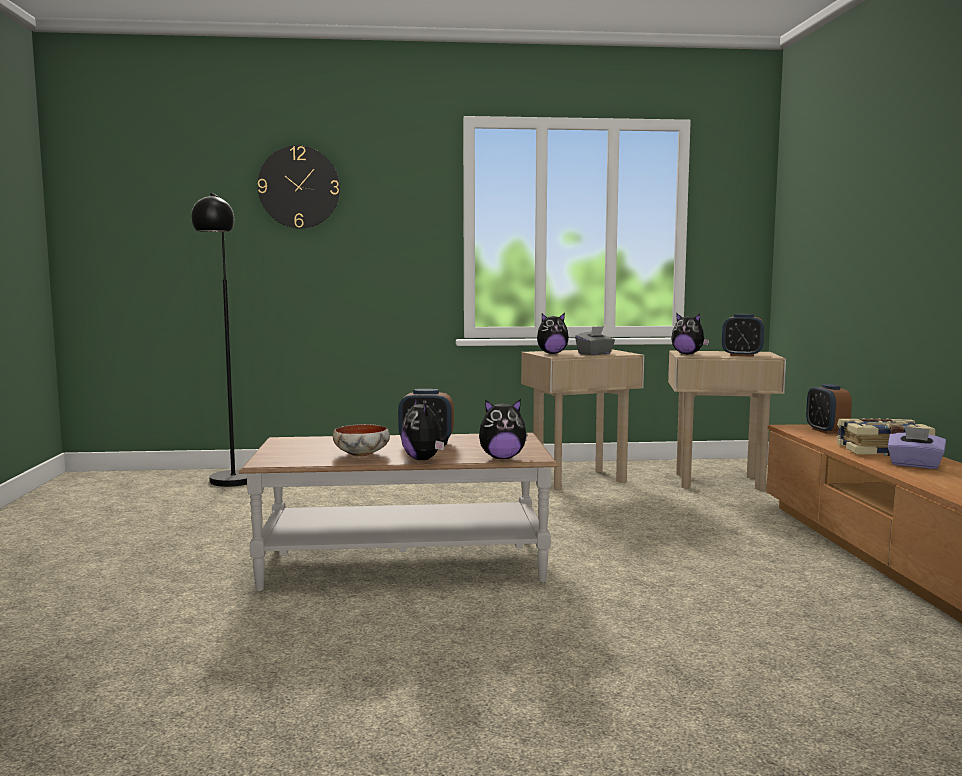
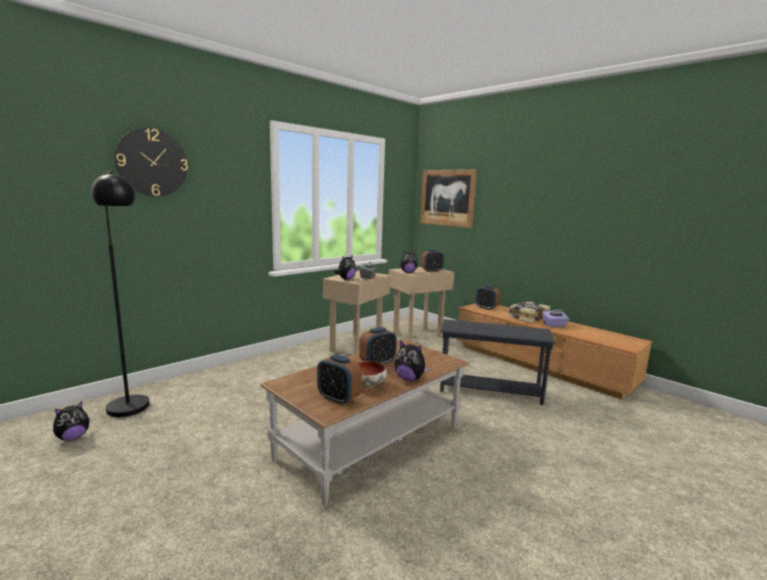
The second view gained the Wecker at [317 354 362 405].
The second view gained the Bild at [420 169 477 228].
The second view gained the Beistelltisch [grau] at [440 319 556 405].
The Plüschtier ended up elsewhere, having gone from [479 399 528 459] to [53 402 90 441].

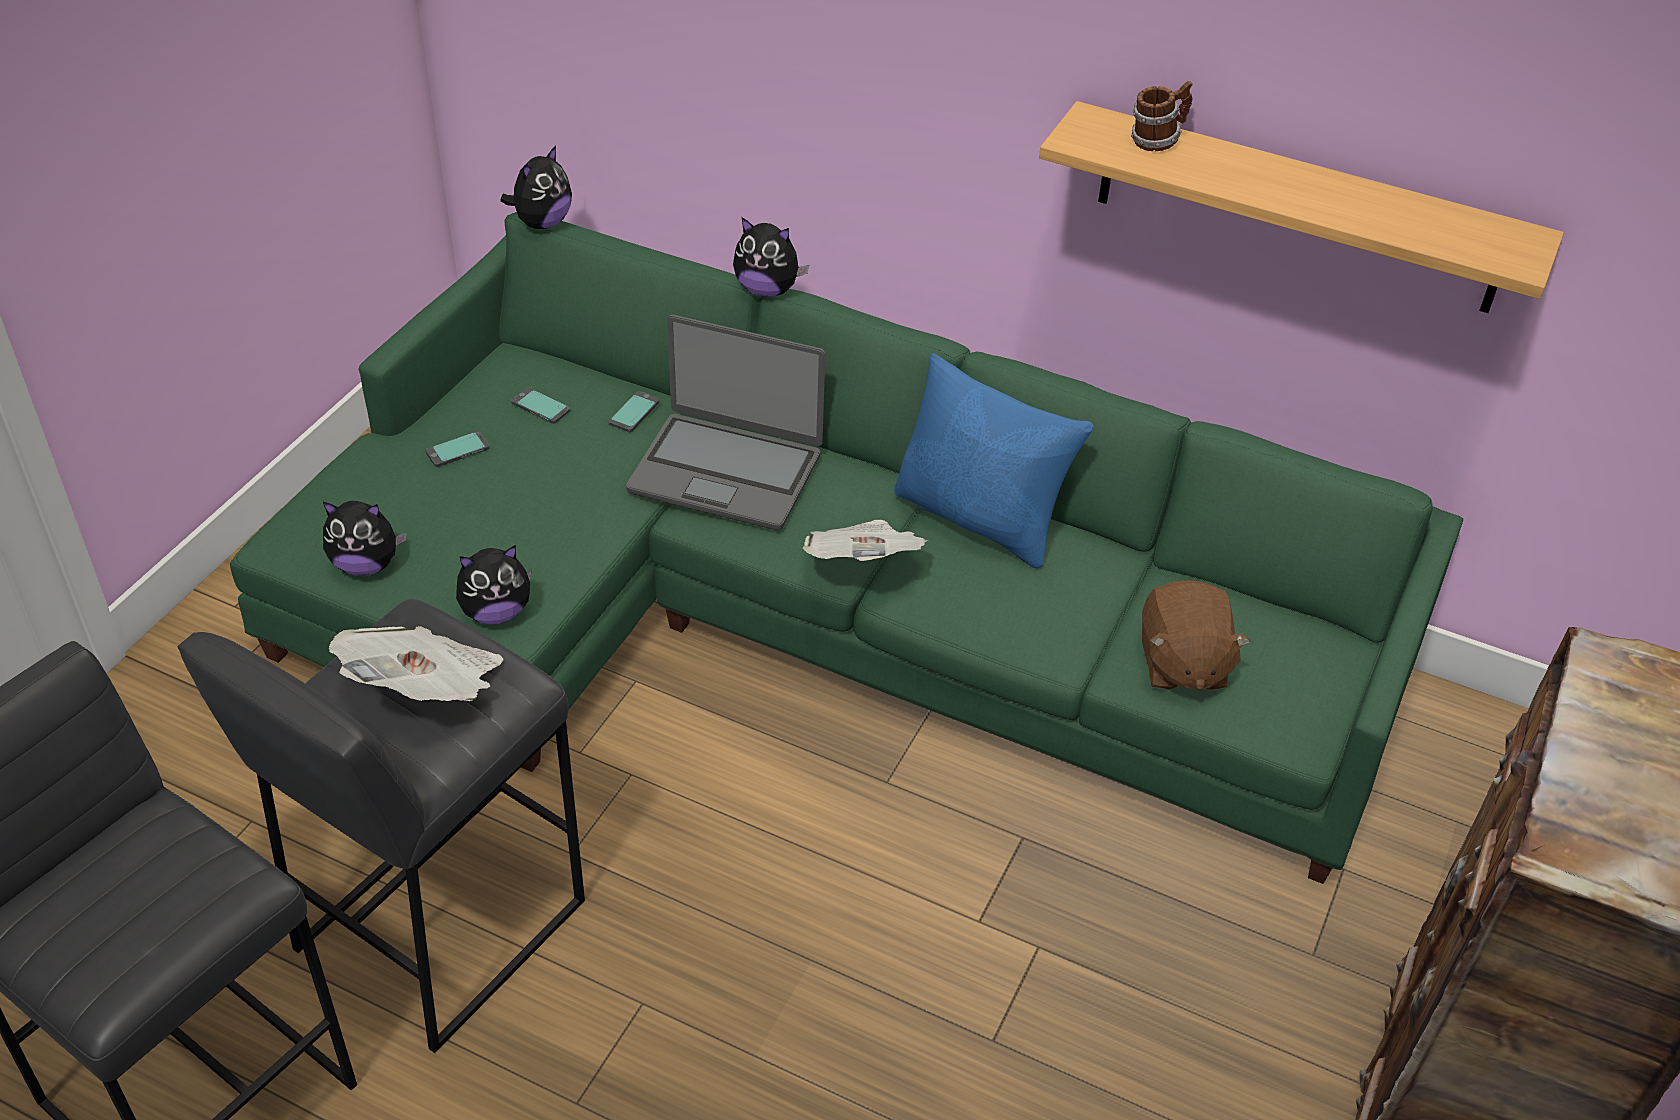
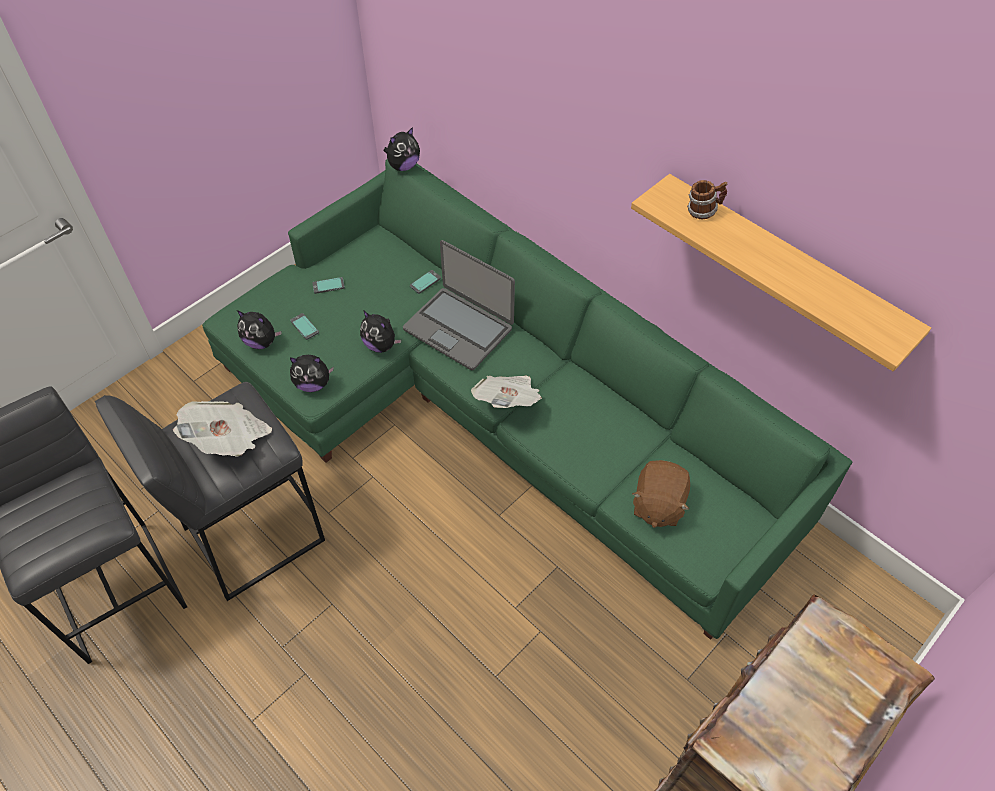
The second view lost the Kissen [blau] at [894 353 1094 568].
The Handy ended up elsewhere, having gone from [511 387 571 424] to [290 313 319 340].
The Plüschtier ended up elsewhere, having gone from [733 217 809 297] to [360 310 401 353].

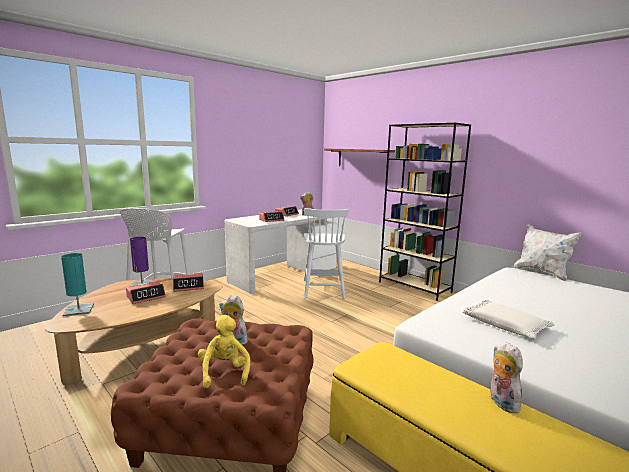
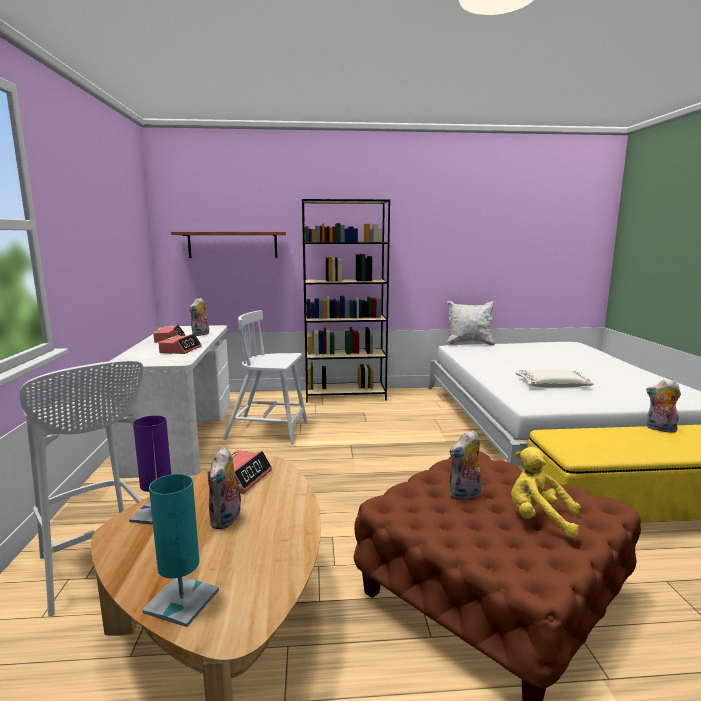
Where the Wecker stood at [126 281 166 304], the Plüschtier came to stand at [208 447 243 529].
The Stuhl [weiß] at [304 208 348 299] ended up facing another way, 150 degrees clockwise from before.

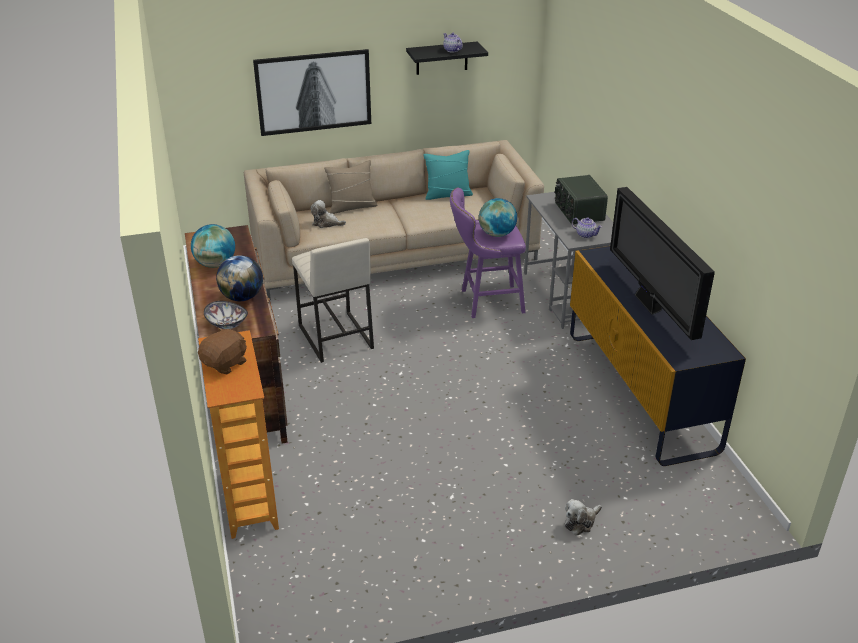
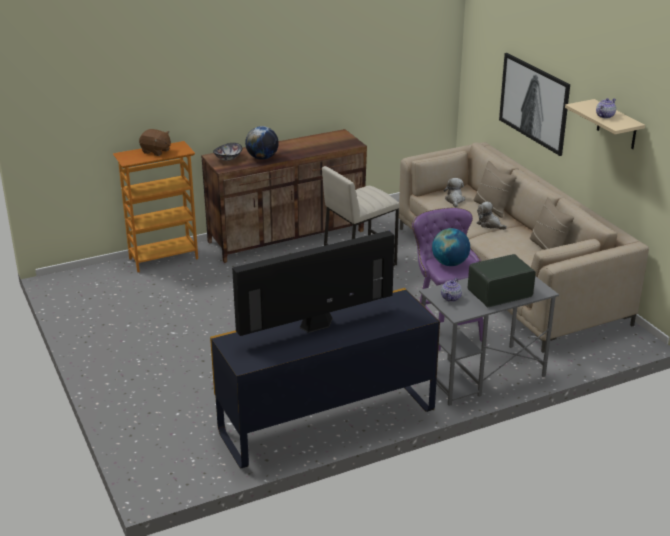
The second view lost the Globus at [191 224 235 268].
The Plüschtier ended up elsewhere, having gone from [565 499 602 535] to [477 202 507 230].
What was the Wandregal [schwarz] at [406 42 488 75] turned into the Wandregal [beige] at [565 99 645 149].
What was the Kissen [türkis] at [423 150 473 200] turned into the Kissen [beige] at [530 198 574 250].

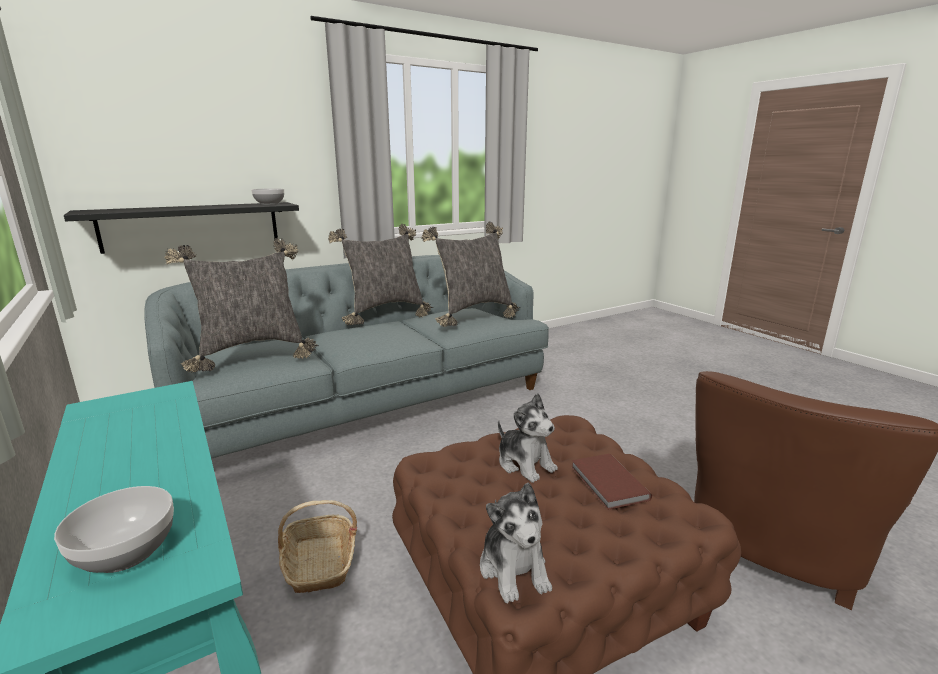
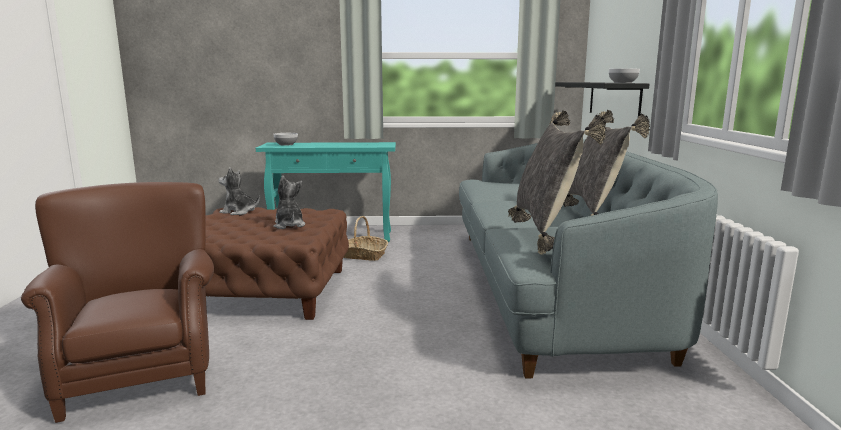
The second view lost the Kissen at [164 238 319 372].
The second view lost the Buch [braun] at [571 454 652 510].
The Plüschtier at [498 393 558 483] ended up facing another way, 75 degrees clockwise from before.

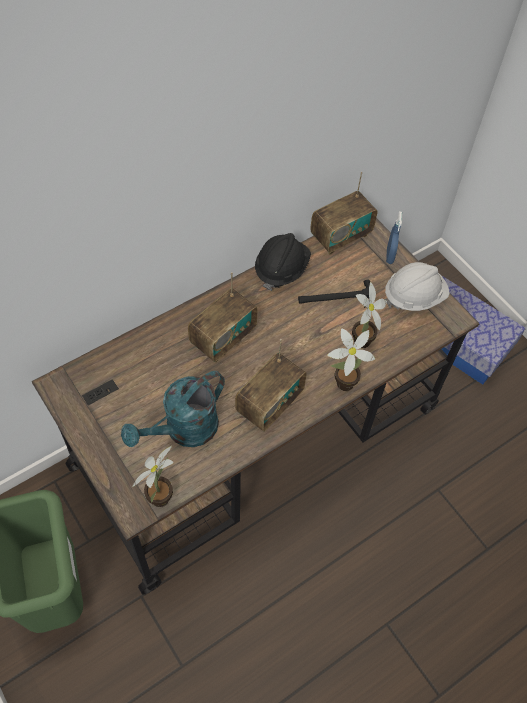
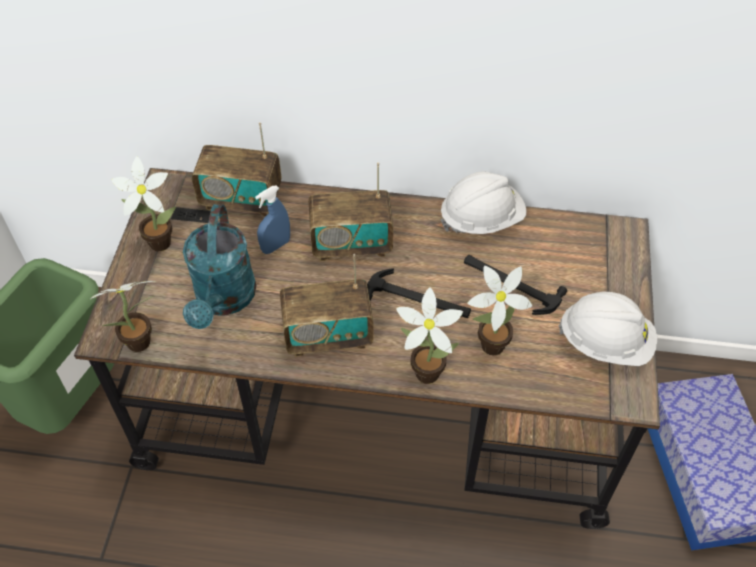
The second view gained the Topfpflanze at [112 156 176 251].
The second view gained the Hammer at [367 268 471 318].
The Radio ended up elsewhere, having gone from [310 172 377 255] to [192 122 281 217].
The Sprühflasche [blau] ended up elsewhere, having gone from [386 212 402 264] to [255 185 290 254].
What was the Schutzhelm [schwarz] at [255 233 311 291] turned into the Schutzhelm [weiß] at [440 171 526 234].
The Gießkanne [türkis] at [121 371 225 447] ended up facing another way, 90 degrees counterclockwise from before.

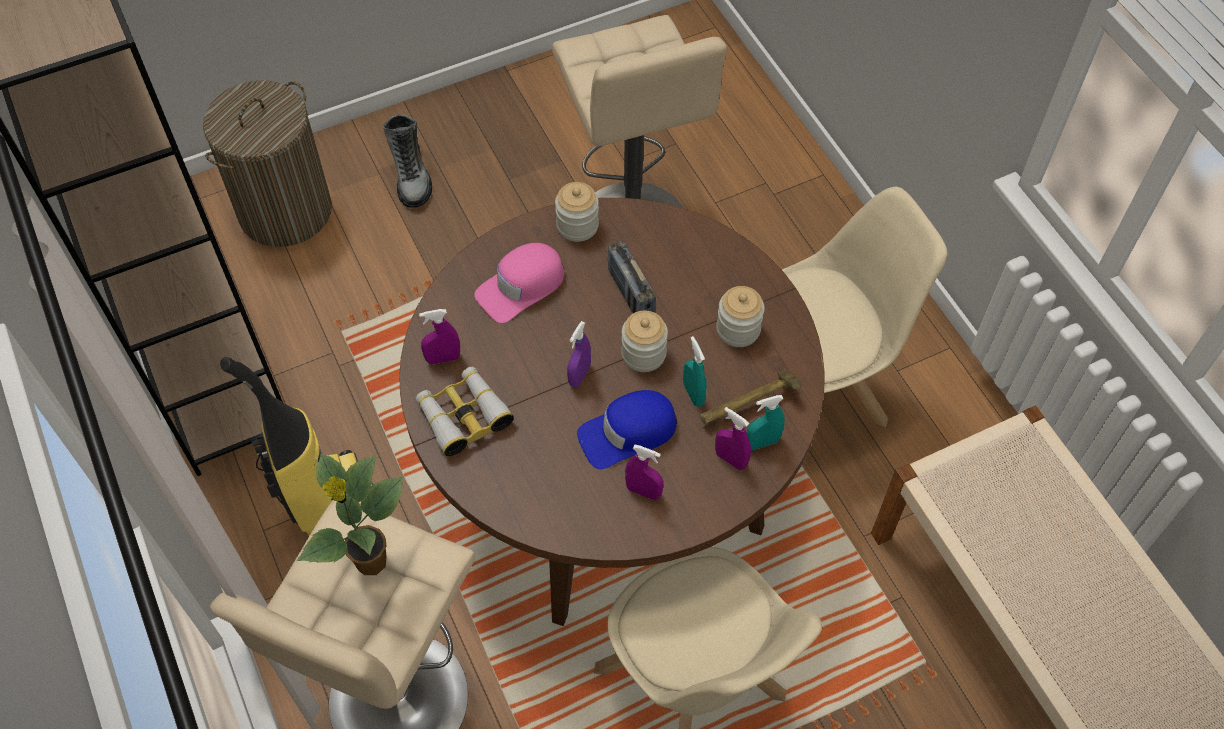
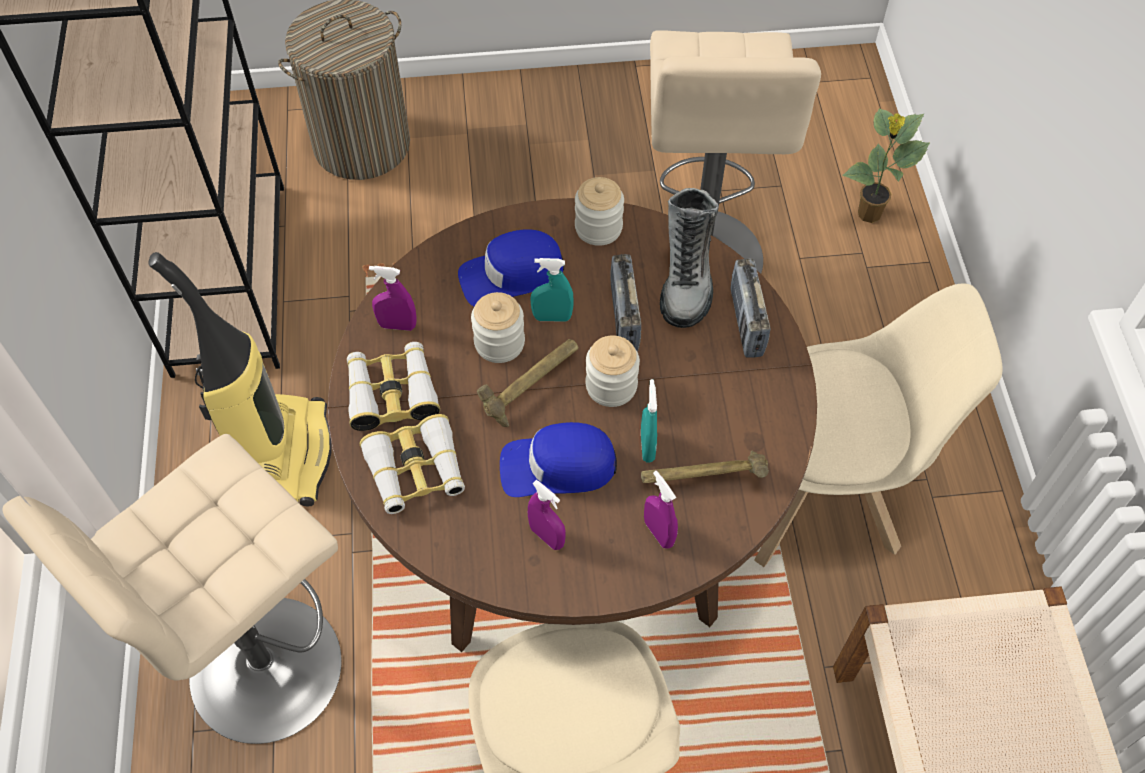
The second view gained the Fernglas at [360 414 465 514].
The second view gained the Radio at [731 258 770 358].
The Topfpflanze ended up elsewhere, having gone from [297 453 404 575] to [842 108 930 223].
The Stiefel ended up elsewhere, having gone from [383 114 432 208] to [660 188 719 328].
The Vorratsglas ended up elsewhere, having gone from [716 286 765 347] to [471 292 525 363].
The Sprühflasche [türkis] ended up elsewhere, having gone from [746 395 785 450] to [530 258 574 322].
Where the Sprühflasche [lila] stood at [567 321 591 388], the Hammer came to stand at [477 339 579 427].
What was the Kappe [rosa] at [474 243 564 323] turned into the Kappe [blau] at [458 229 564 307].

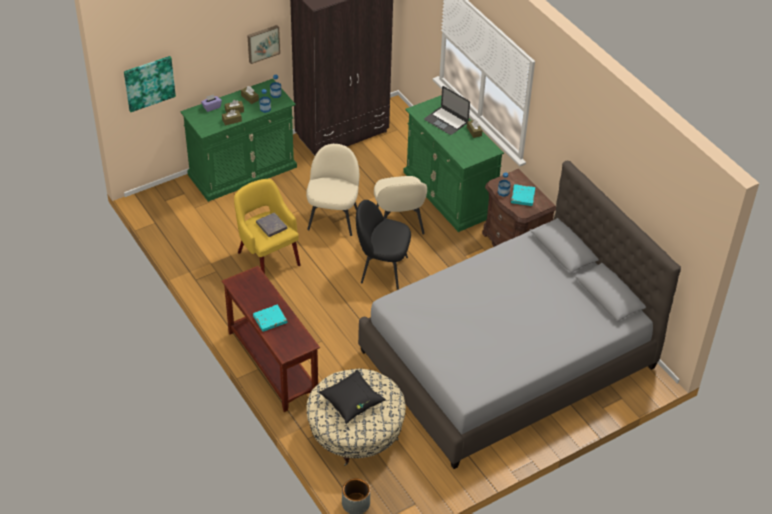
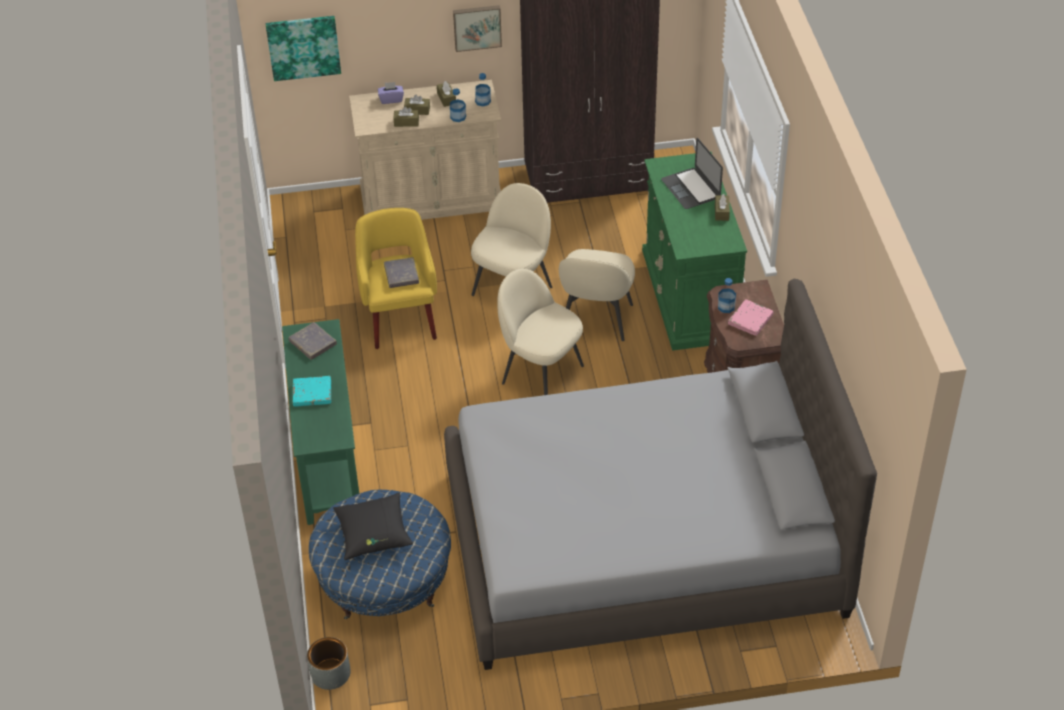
The second view gained the Buch [grau] at [288 322 337 360].
What was the Kommode [grün] at [180 79 297 202] turned into the Kommode [beige] at [349 80 501 220].
What was the Konsolentisch [braun] at [222 266 320 412] turned into the Konsolentisch [grün] at [282 319 359 525].
What was the Polsterhocker [beige] at [306 369 406 466] turned into the Polsterhocker [blau] at [309 490 451 619].
What was the Stuhl [schwarz] at [356 200 411 290] turned into the Stuhl [beige] at [497 268 584 395].
What was the Buch [türkis] at [511 184 535 206] turned into the Buch [rosa] at [728 299 774 336].

